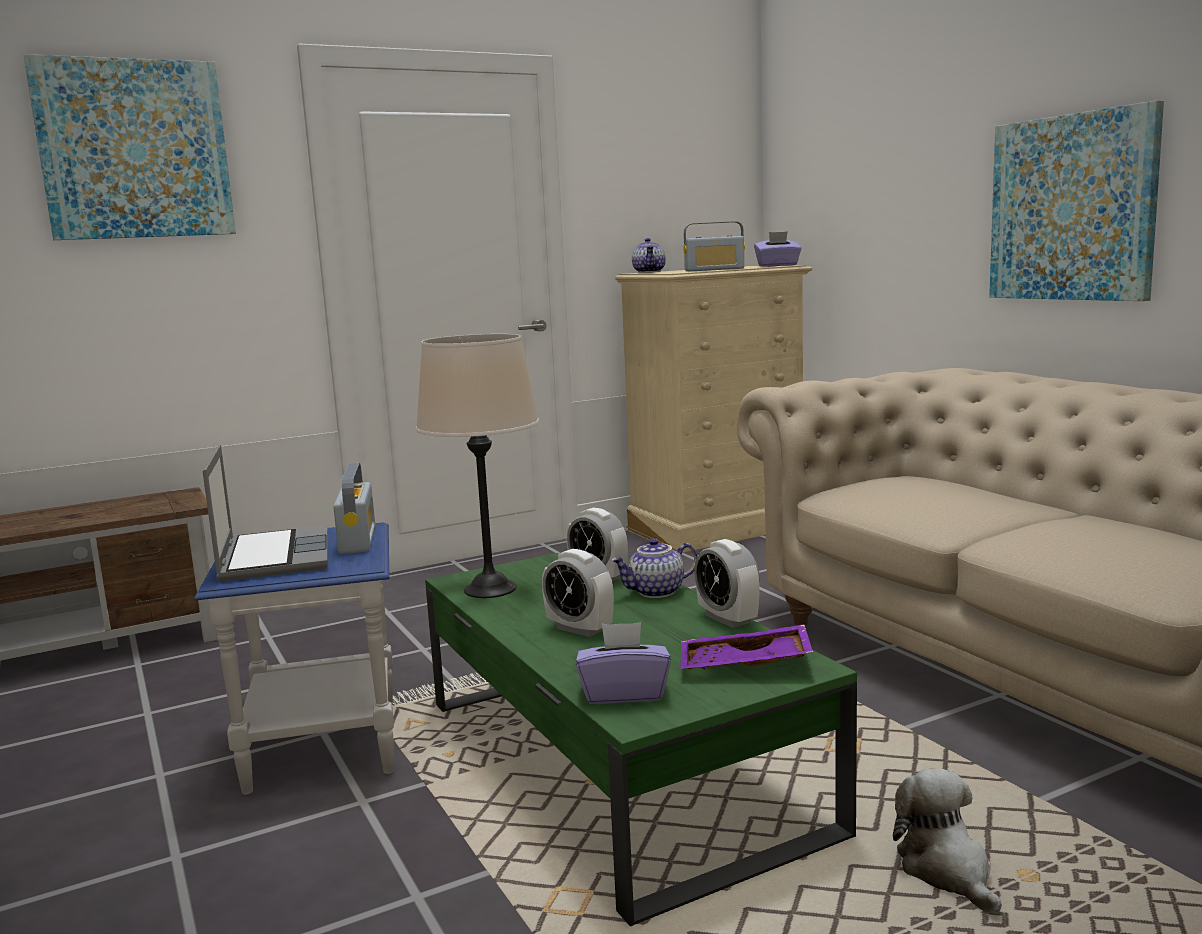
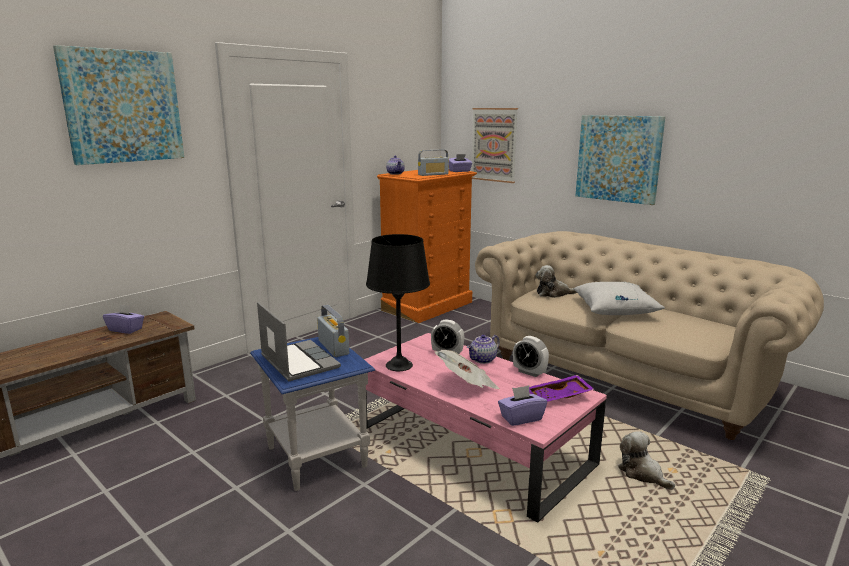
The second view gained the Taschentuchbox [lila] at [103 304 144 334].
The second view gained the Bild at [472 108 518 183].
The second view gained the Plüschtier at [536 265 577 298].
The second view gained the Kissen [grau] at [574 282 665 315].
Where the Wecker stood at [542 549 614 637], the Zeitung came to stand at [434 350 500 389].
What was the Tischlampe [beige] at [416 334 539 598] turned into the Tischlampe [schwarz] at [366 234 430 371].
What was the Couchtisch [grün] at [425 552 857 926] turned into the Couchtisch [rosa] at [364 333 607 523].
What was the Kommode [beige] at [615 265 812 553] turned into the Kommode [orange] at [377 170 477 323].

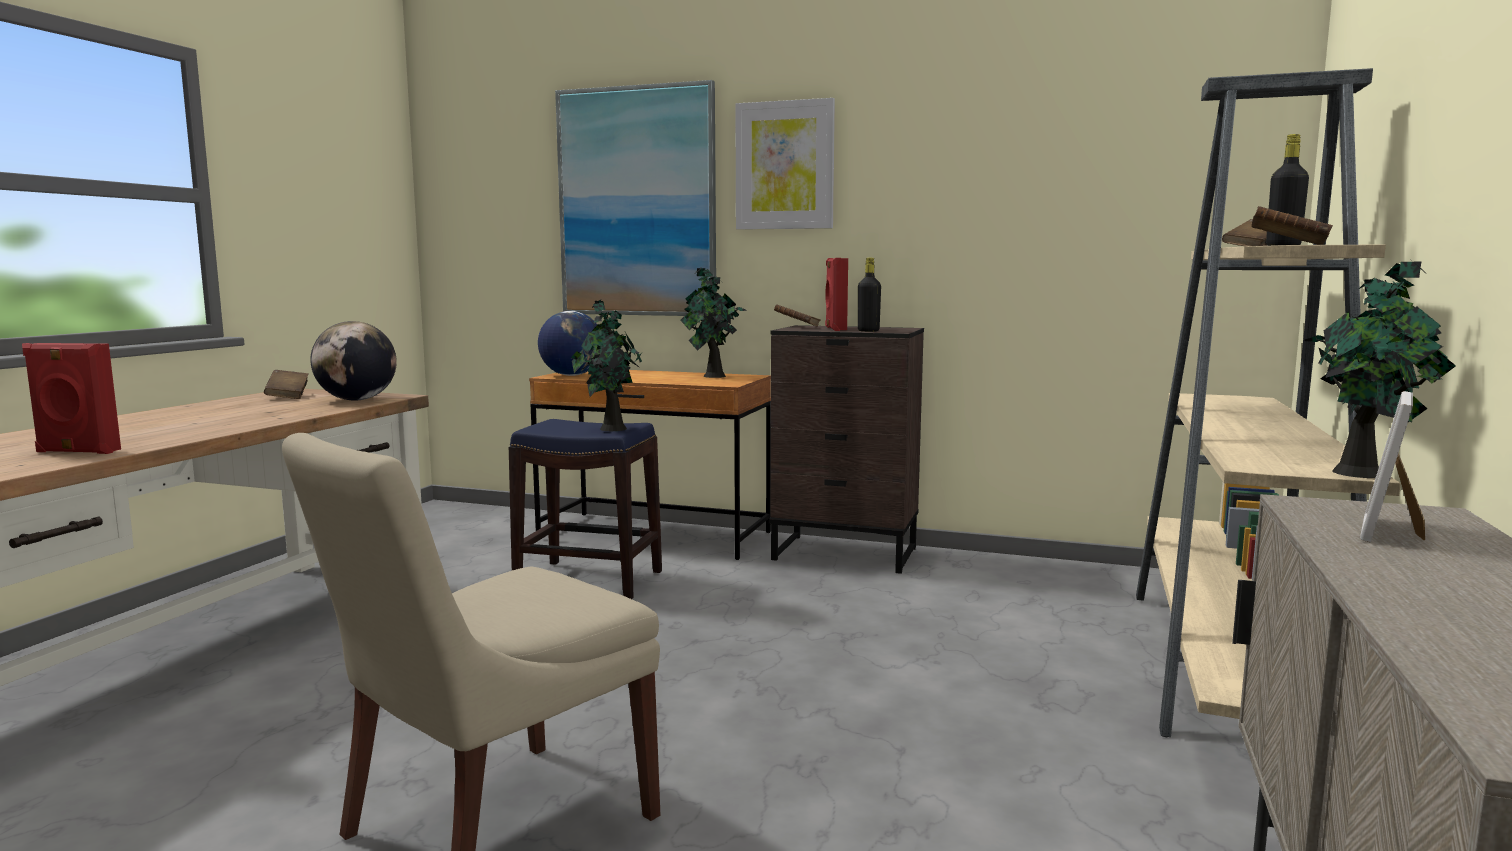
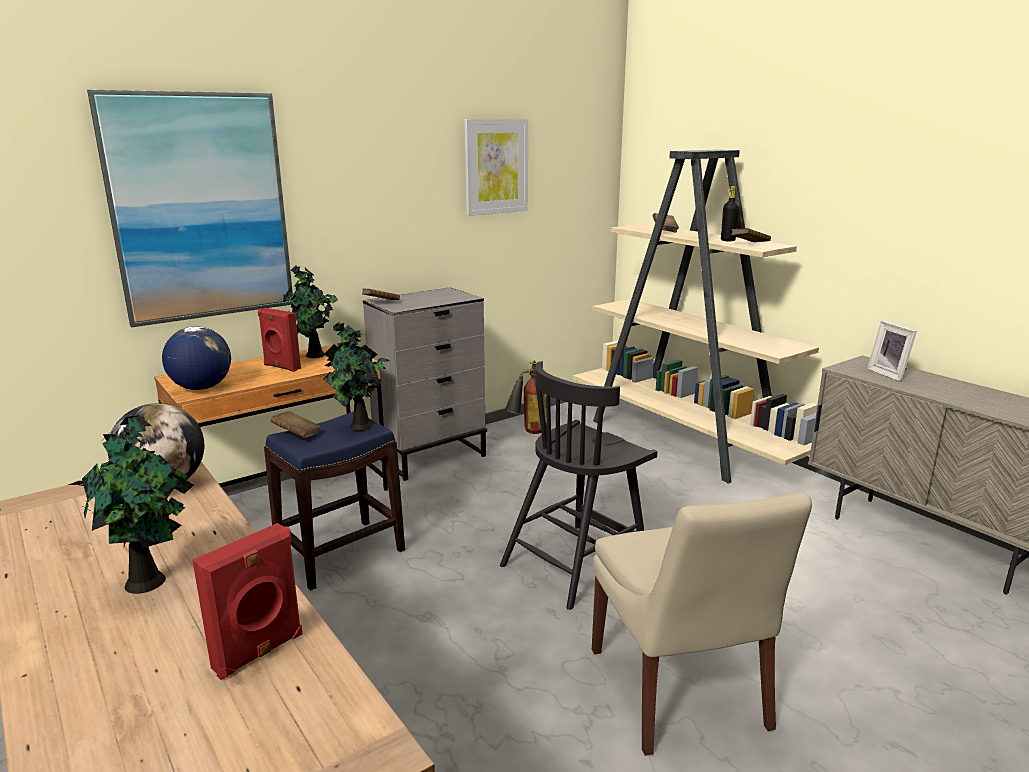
The second view lost the Flasche [schwarz] at [858 258 881 332].
The second view gained the Stuhl [schwarz] at [500 361 658 610].
The second view gained the Feuerlöscher at [505 361 546 434].
The Buch [braun] ended up elsewhere, having gone from [264 370 309 399] to [270 411 321 438].
The Bild ended up elsewhere, having gone from [735 98 835 230] to [464 119 528 216].
The Lautsprecher [rot] ended up elsewhere, having gone from [825 258 848 331] to [258 308 301 372].
The Topfpflanze ended up elsewhere, having gone from [1304 260 1456 478] to [69 415 194 594].
What was the Kommode [braun] at [769 325 924 574] turned into the Kommode [grau] at [363 287 487 481].

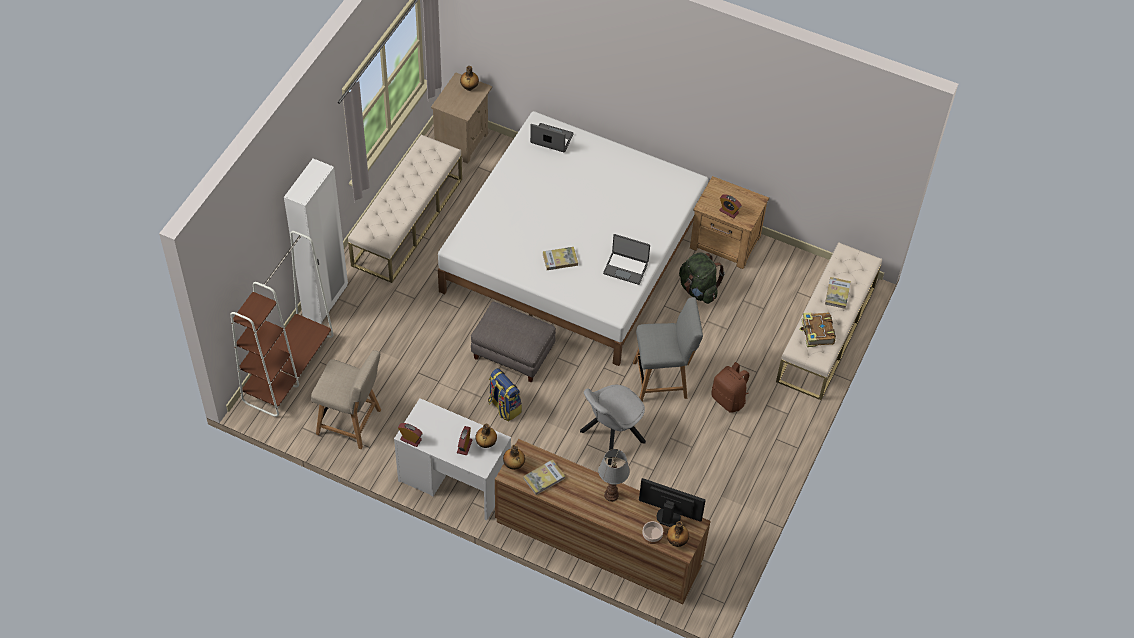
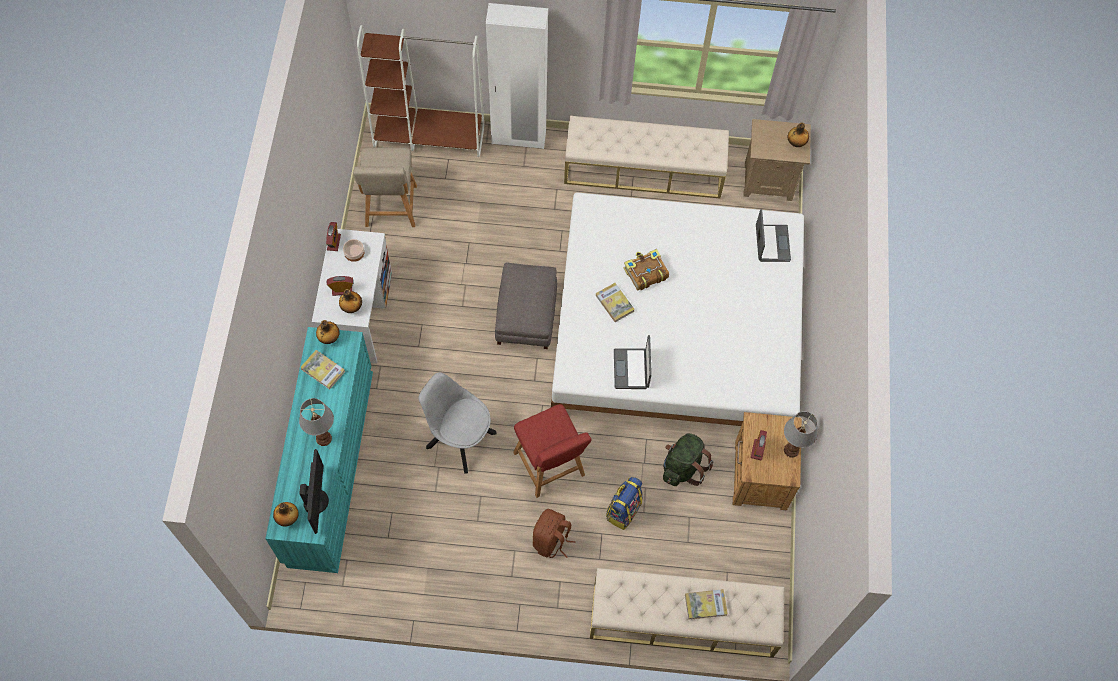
The second view gained the Tischlampe at [784 411 818 458].
The Rucksack ended up elsewhere, having gone from [488 368 522 421] to [606 477 643 530].
The Schüssel ended up elsewhere, having gone from [642 521 663 544] to [343 239 364 262].
The Buch ended up elsewhere, having gone from [799 312 836 347] to [623 249 669 291].
What was the Kommode [braun] at [495 439 711 604] turned into the Kommode [türkis] at [265 327 373 573].
What was the Stuhl [grau] at [633 297 703 402] turned into the Stuhl [rot] at [513 404 591 498].

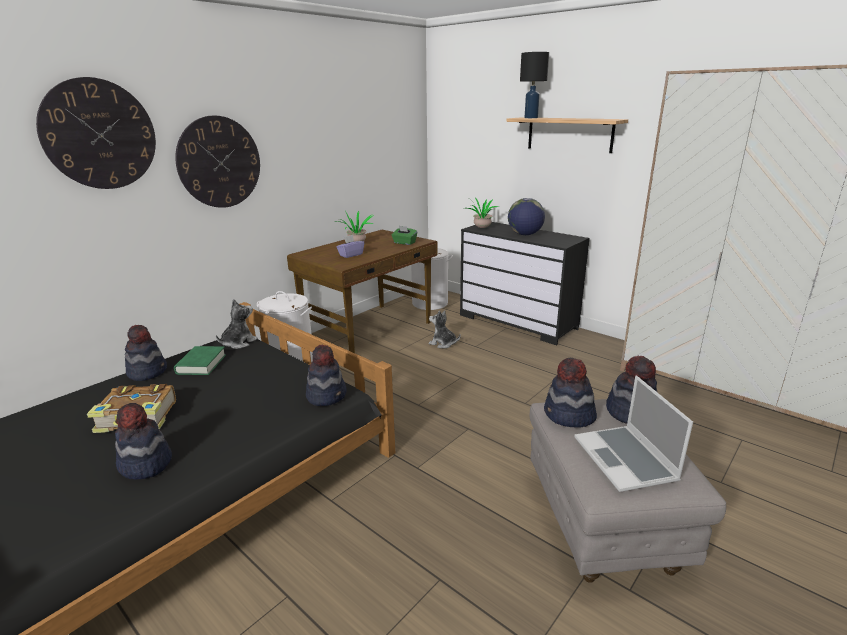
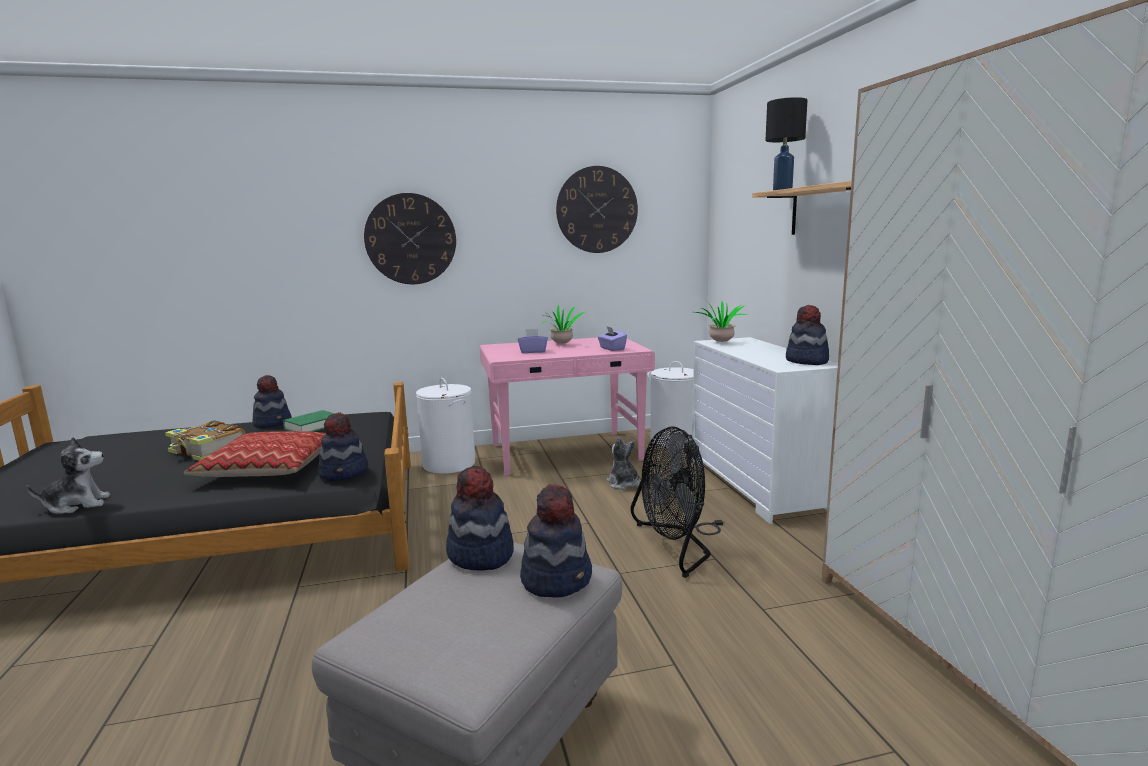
The second view lost the Globus at [508 198 545 235].
The second view lost the Laptop at [574 376 693 492].
The second view gained the Kissen at [184 431 326 477].
The second view gained the Ventilator [schwarz] at [631 427 725 578].
The Wanduhr ended up elsewhere, having gone from [36 77 156 189] to [556 166 638 253].
The Hut ended up elsewhere, having gone from [115 403 172 480] to [786 305 829 365].
The Plüschtier ended up elsewhere, having gone from [216 299 258 349] to [27 437 110 514].
What was the Schreibtisch [braun] at [287 230 438 353] turned into the Schreibtisch [rosa] at [480 337 655 476].
What was the Taschentuchbox [grün] at [392 226 417 245] turned into the Taschentuchbox [lila] at [598 327 627 351].
What was the Kommode [schwarz] at [460 222 590 345] turned into the Kommode [weiß] at [692 337 838 524].

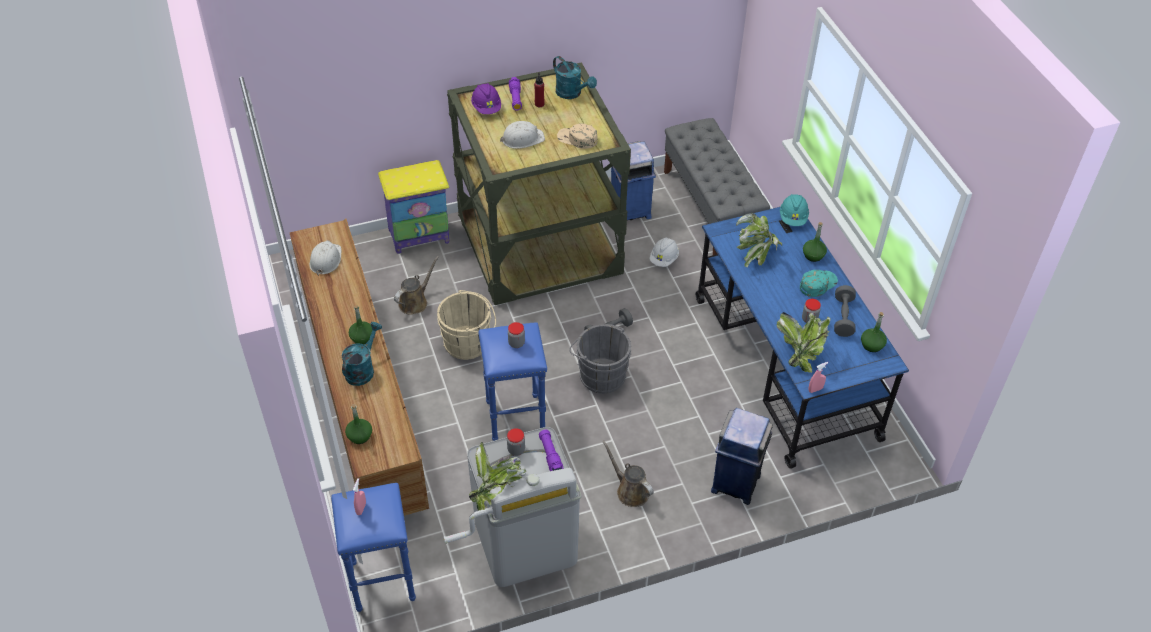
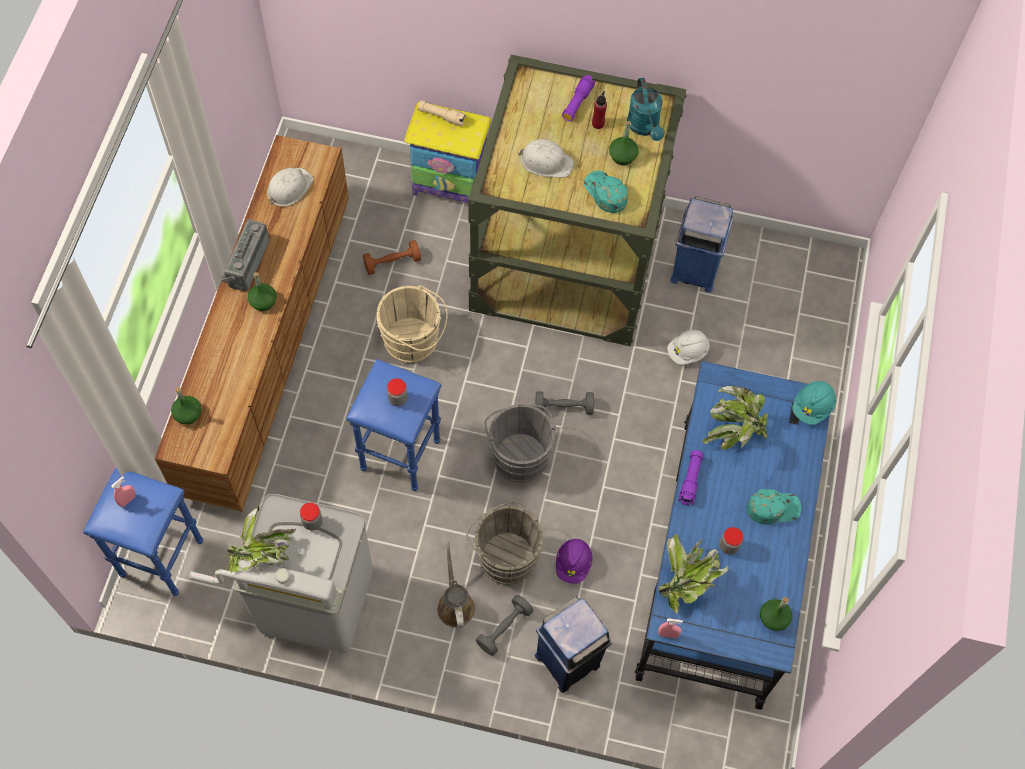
The second view lost the Gießkanne [türkis] at [342 322 382 386].
The second view lost the Bank [grau] at [664 118 770 255].
The second view gained the Radio at [221 219 270 292].
The second view gained the Taschenlampe [beige] at [418 100 466 126].
The second view gained the Eimer [grau] at [466 502 543 585].
The Schutzhelm [lila] ended up elsewhere, having gone from [471 83 501 114] to [556 539 593 584].
The Taschenlampe [lila] ended up elsewhere, having gone from [539 430 564 471] to [679 450 704 505].
The Flasche [grün] ended up elsewhere, having gone from [803 222 827 262] to [609 121 639 165].
The Hantel [grau] ended up elsewhere, having gone from [834 285 856 337] to [476 595 533 656].
Where the Gießkanne [braun] stood at [394 256 439 315], the Hantel [braun] came to stand at [363 240 421 275].
What was the Kappe [beige] at [557 123 598 149] turned into the Kappe [türkis] at [584 171 628 213].

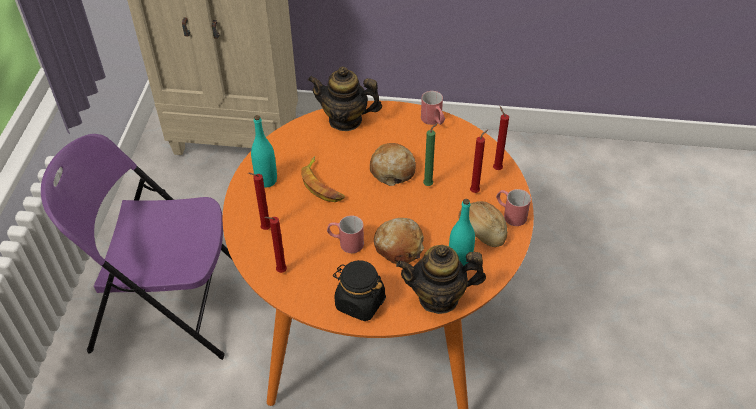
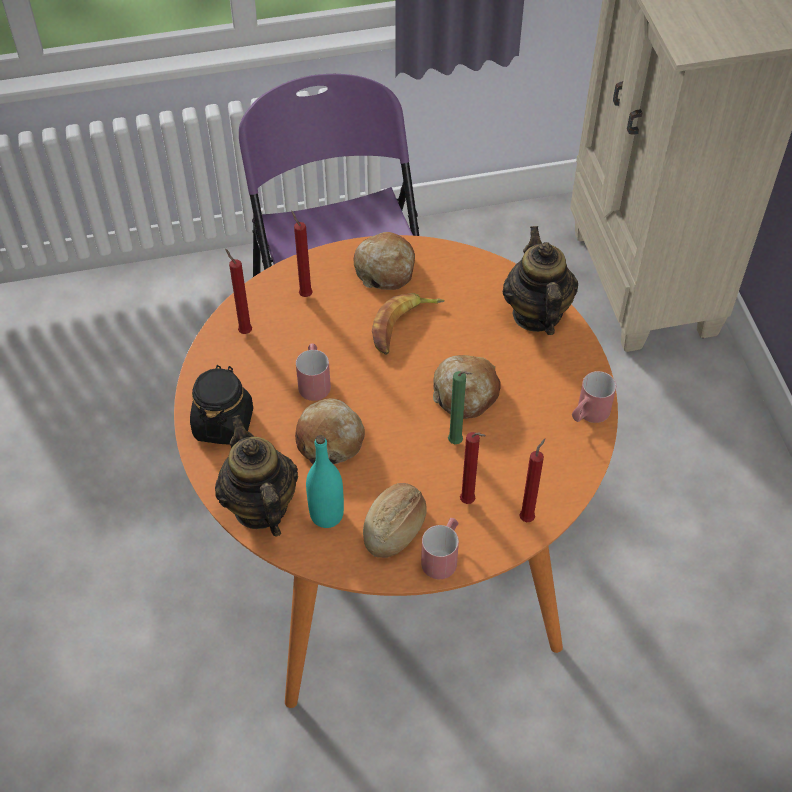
Where the Flasche [türkis] stood at [251 115 277 188], the Brot came to stand at [354 232 415 290].

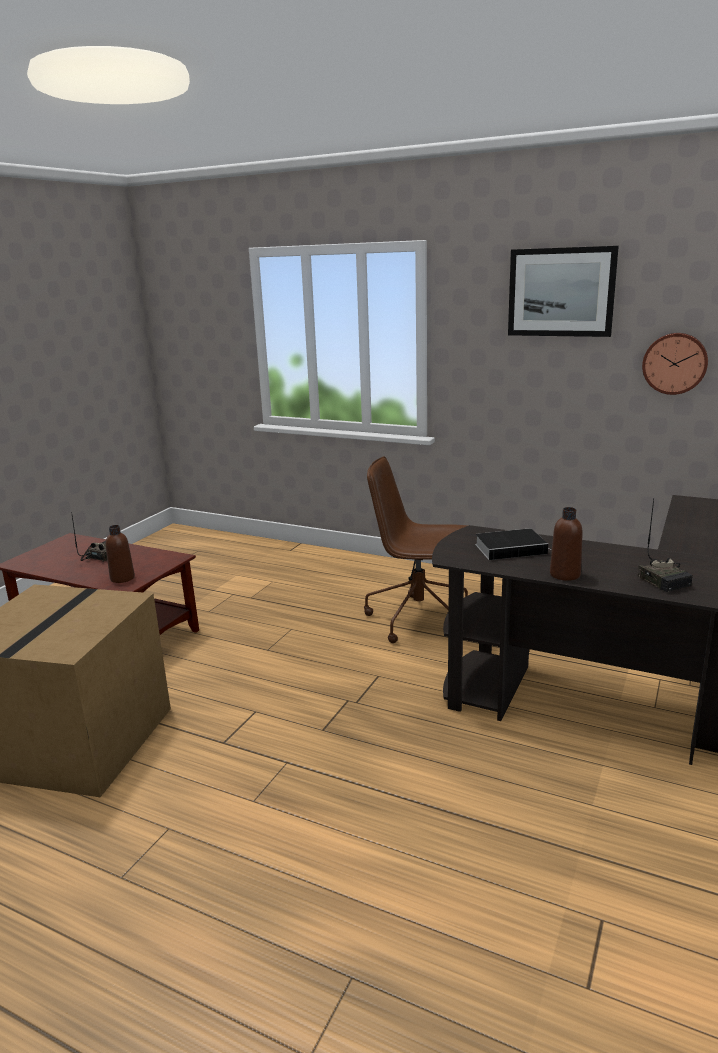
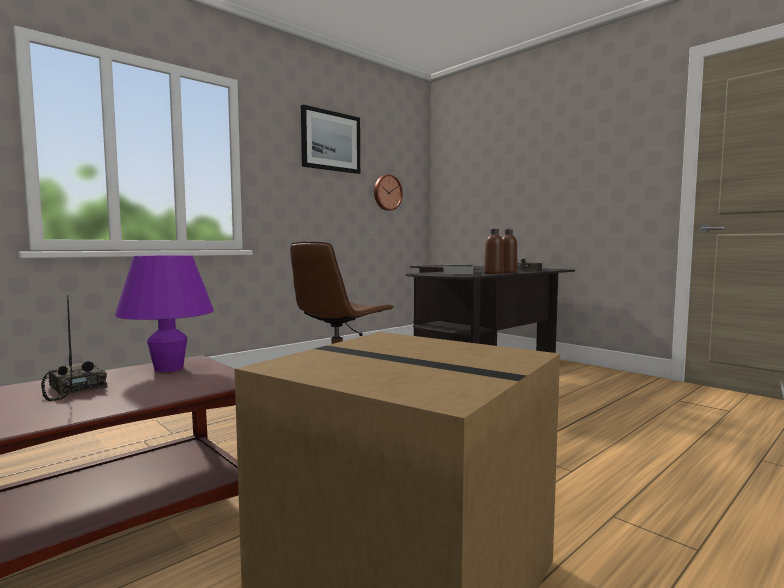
The second view gained the Tischlampe [lila] at [115 255 214 372].
The Flasche [braun] ended up elsewhere, having gone from [105 525 135 583] to [484 229 504 274].

